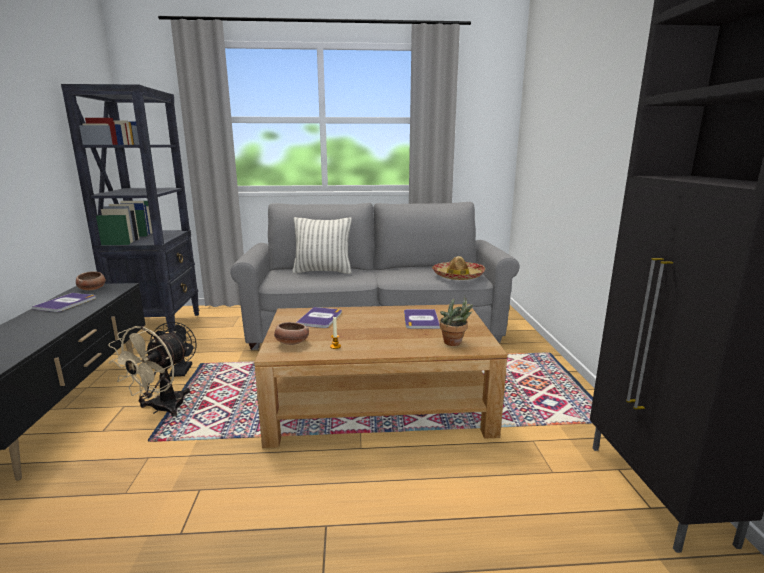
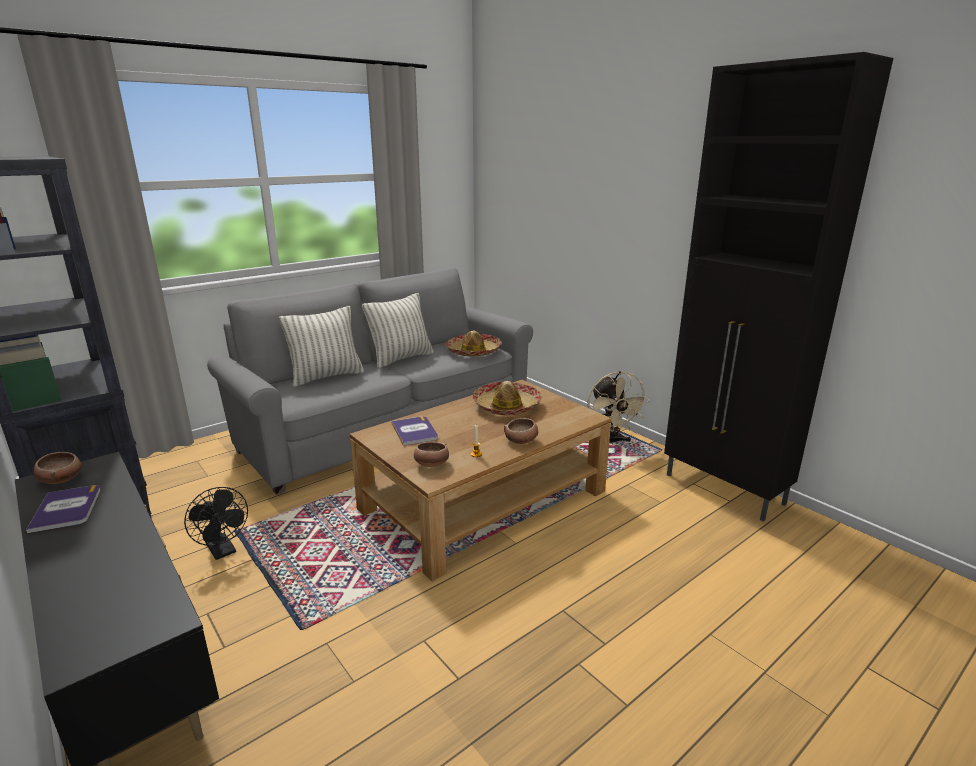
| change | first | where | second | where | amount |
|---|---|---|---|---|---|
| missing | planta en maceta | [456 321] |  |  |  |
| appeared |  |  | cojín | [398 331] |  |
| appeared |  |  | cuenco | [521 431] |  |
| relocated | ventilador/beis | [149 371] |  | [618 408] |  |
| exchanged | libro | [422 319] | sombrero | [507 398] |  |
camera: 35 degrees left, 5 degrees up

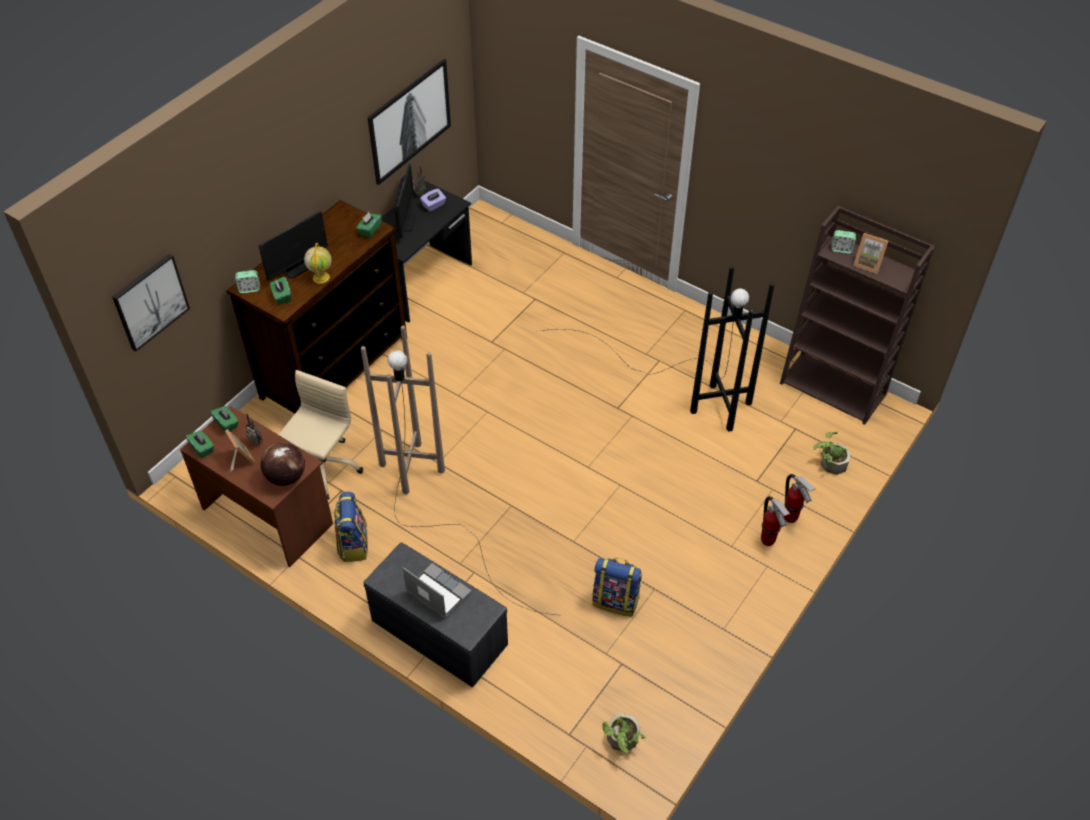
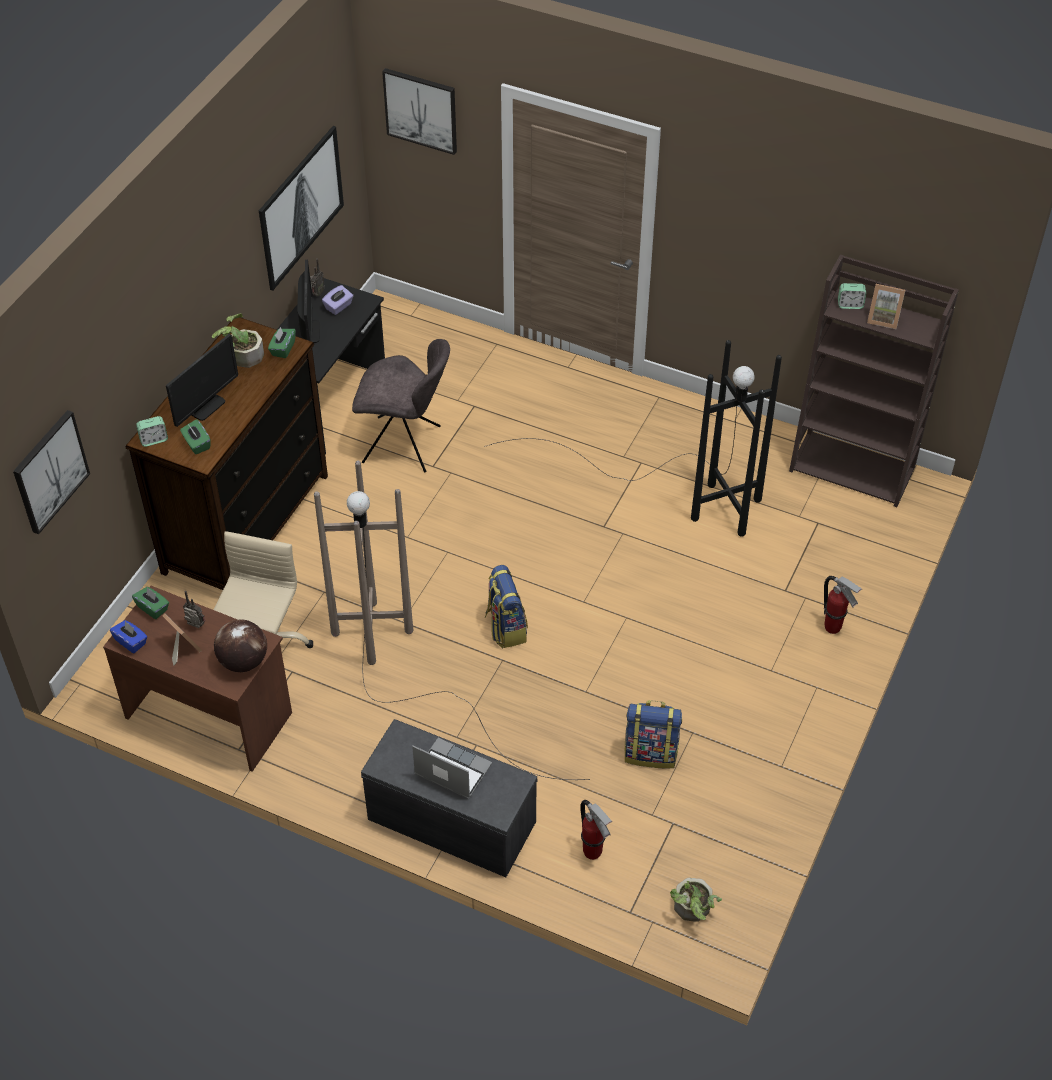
| change | first | where | second | where | amount |
|---|---|---|---|---|---|
| missing | globo terráqueo | [317 263] |  |  |  |
| appeared |  |  | silla/gris | [401 405] |  |
| appeared |  |  | cuadro | [419 111] |  |
| relocated | mochila | [351 527] |  | [506 606] |  |
| relocated | extintor | [775 521] |  | [596 830] |  |
| relocated | planta en maceta | [832 453] |  | [238 341] |  |
| colour | caja de pañuelos/verde | [200 444] | caja de pañuelos/azul | [128 636] |  |
camera: 10 degrees left, 0 degrees up

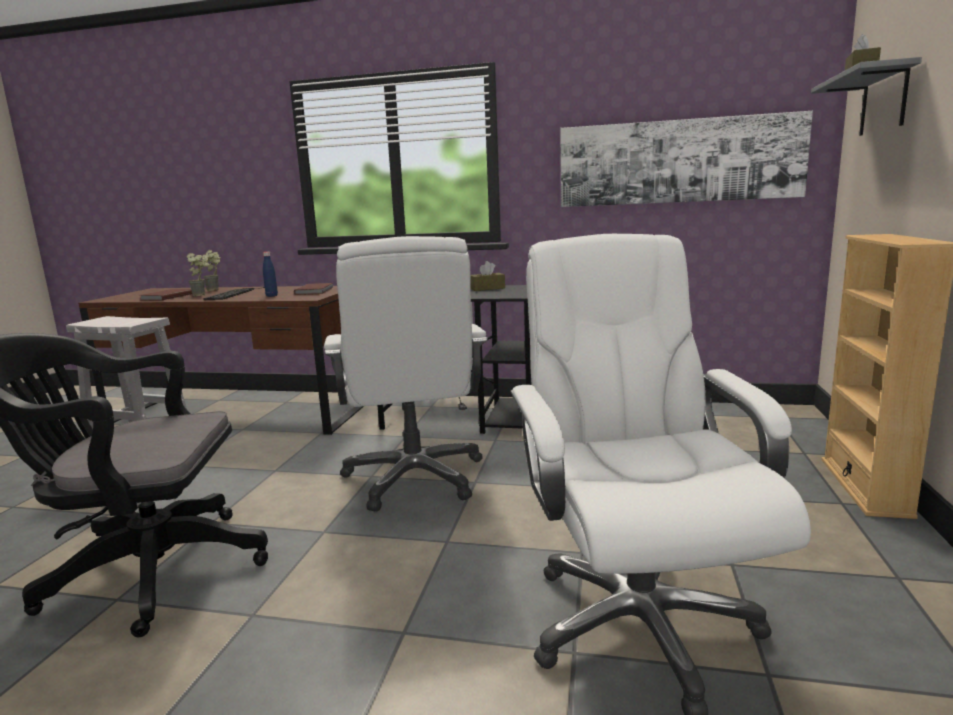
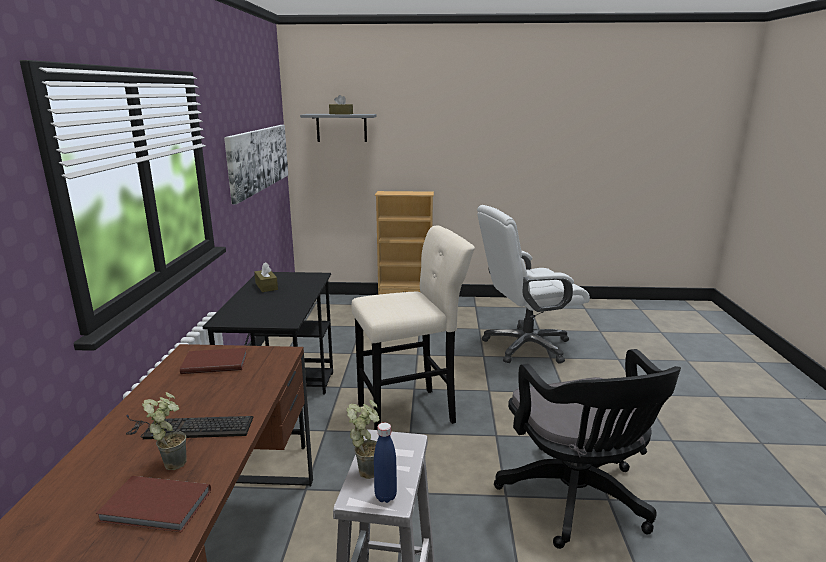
| change | first | where | second | where | amount |
|---|---|---|---|---|---|
| relocated | planta en maceta | [211 270] |  | [363 439] |  |
| relocated | botella/azul | [270 274] |  | [385 463] |  |
| exchanged | silla de oficina/blanco | [406 373] | taburete/beis | [413 328] |  |
camera: 100 degrees left, 5 degrees up

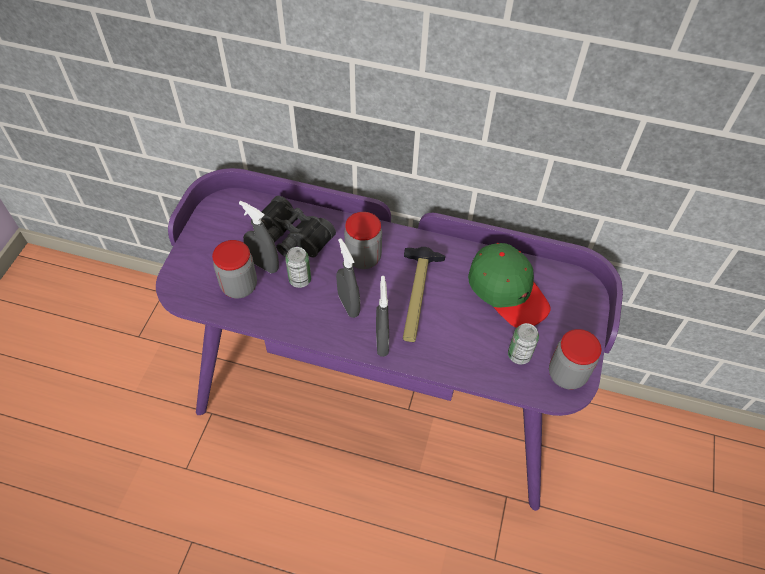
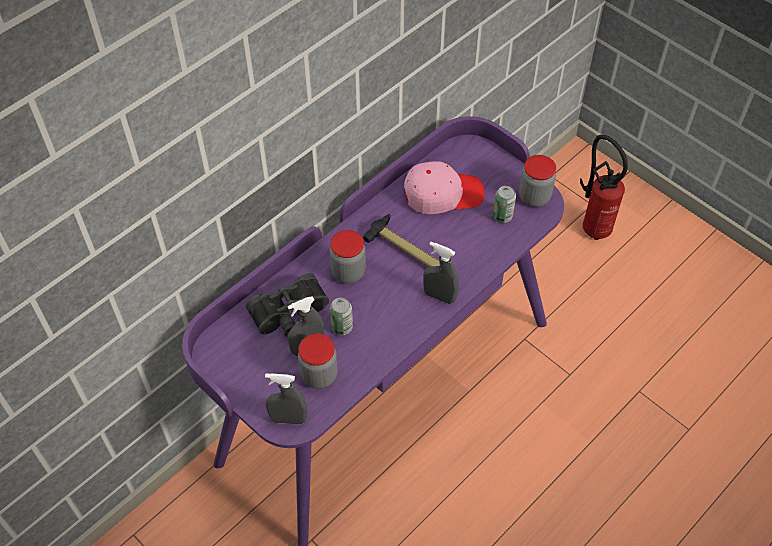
| change | first | where | second | where | amount |
|---|---|---|---|---|---|
| appeared |  |  | extintor | [604 187] |  |
| relocated | pulverizador/gris | [348 278] |  | [286 398] |  |
| colour | gorra/verde | [509 285] | gorra/rosa | [444 187] |  |
camera: 60 degrees left, 0 degrees up

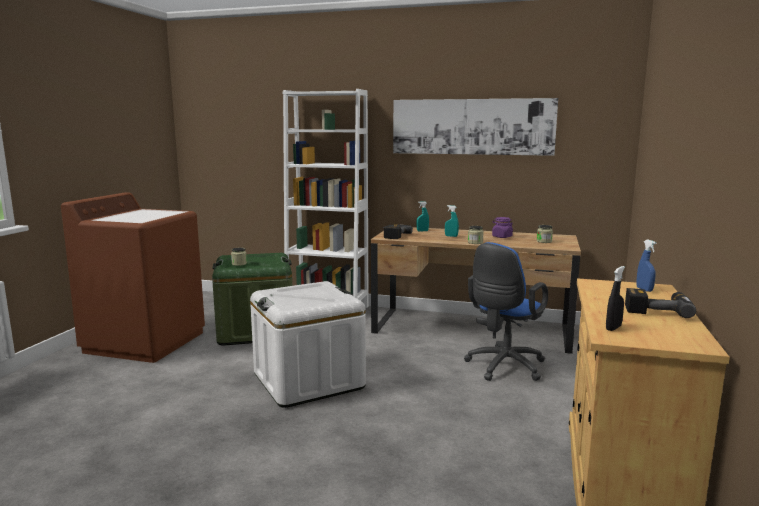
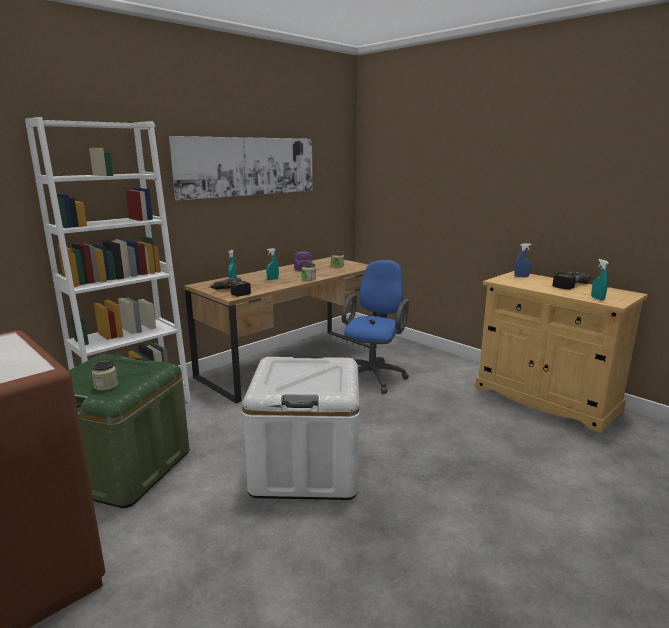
| change | first | where | second | where | amount |
|---|---|---|---|---|---|
| colour | pulverizador/negro | [615 298] | pulverizador/turquesa | [600 280] |  |
| spun | silla de oficina/azul | [506 311] |  | [375 327] | 135 degrees counterclockwise |
camera: 60 degrees left, 5 degrees up

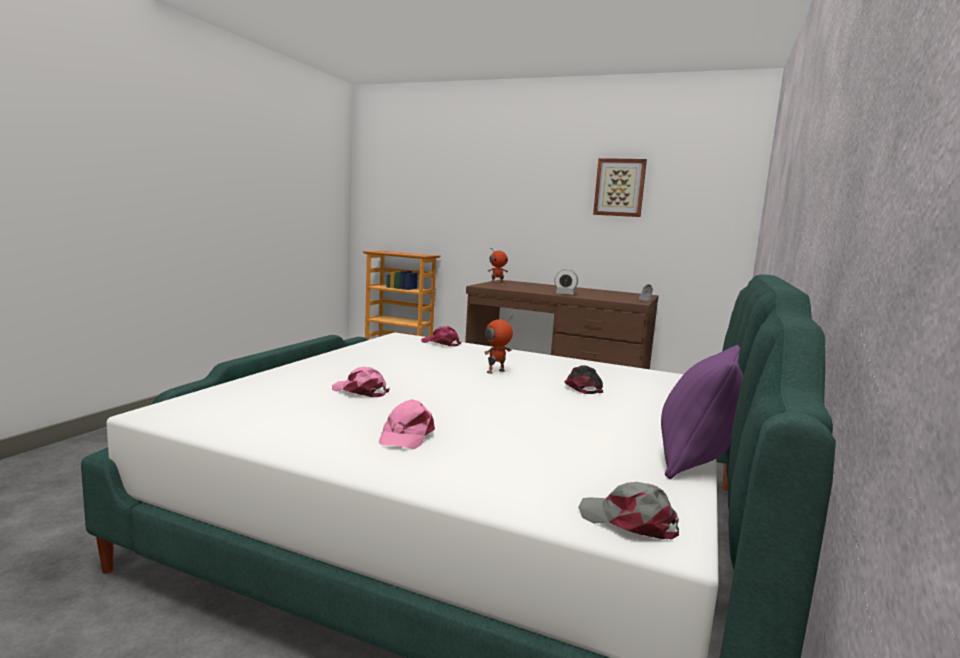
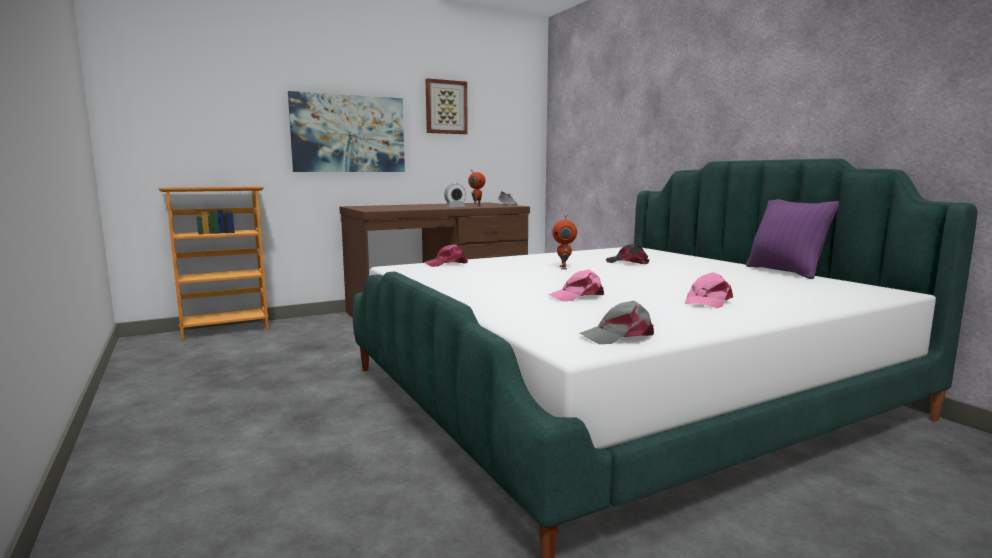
| change | first | where | second | where | amount |
|---|---|---|---|---|---|
| appeared |  |  | cuadro | [346 131] |  |
| relocated | robot de juguete | [497 266] |  | [476 188] |  |
| relocated | gorra/gris | [628 511] |  | [616 322] |  |
| spun | gorra/rosa | [407 424] |  | [709 290] | 75 degrees clockwise |
camera: 50 degrees left, 0 degrees up

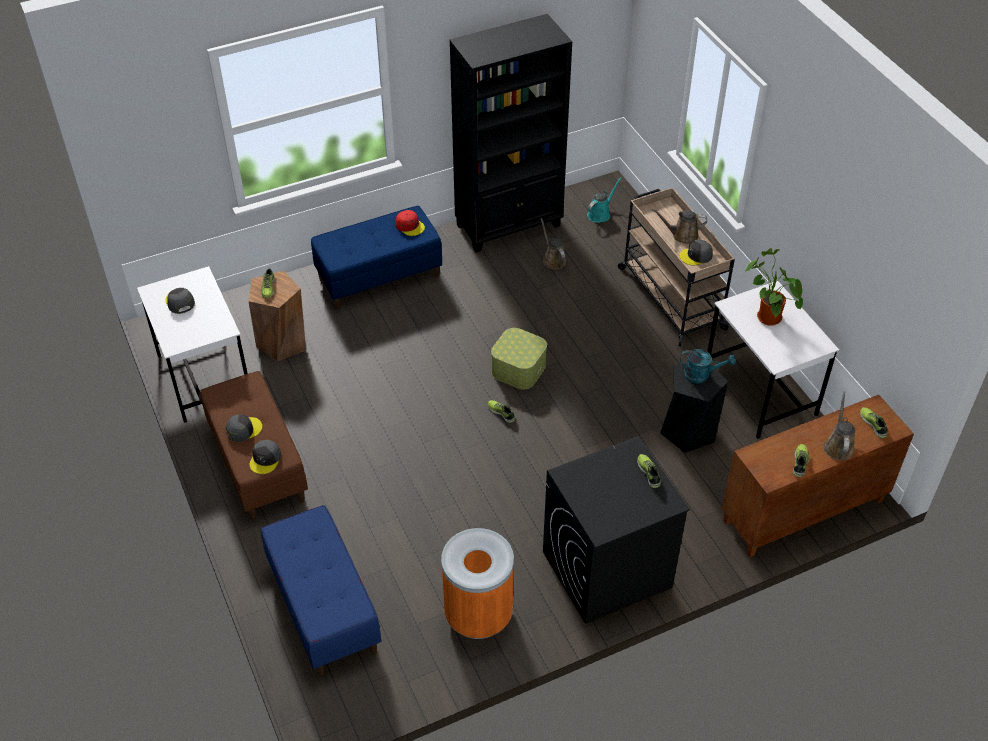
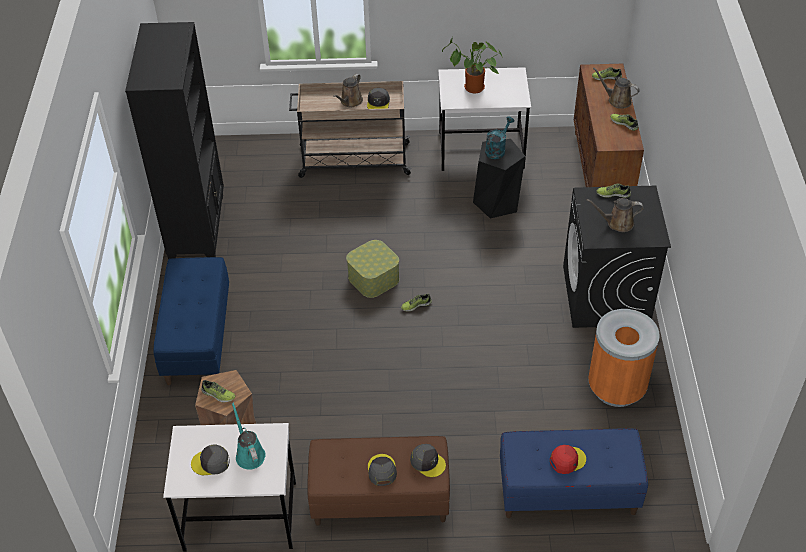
| change | first | where | second | where | amount |
|---|---|---|---|---|---|
| relocated | gorra/rojo | [410 223] |  | [568 459] |  |
| relocated | regadera/marrón | [553 243] |  | [615 215] |  |
| relocated | regadera/turquesa | [604 200] |  | [249 436] |  |
camera: 65 degrees left, 0 degrees up

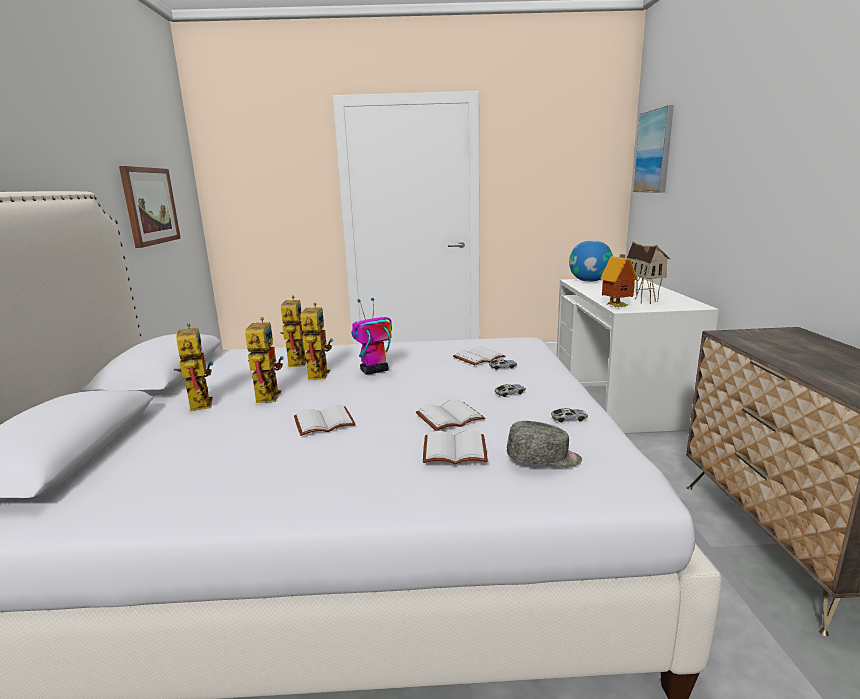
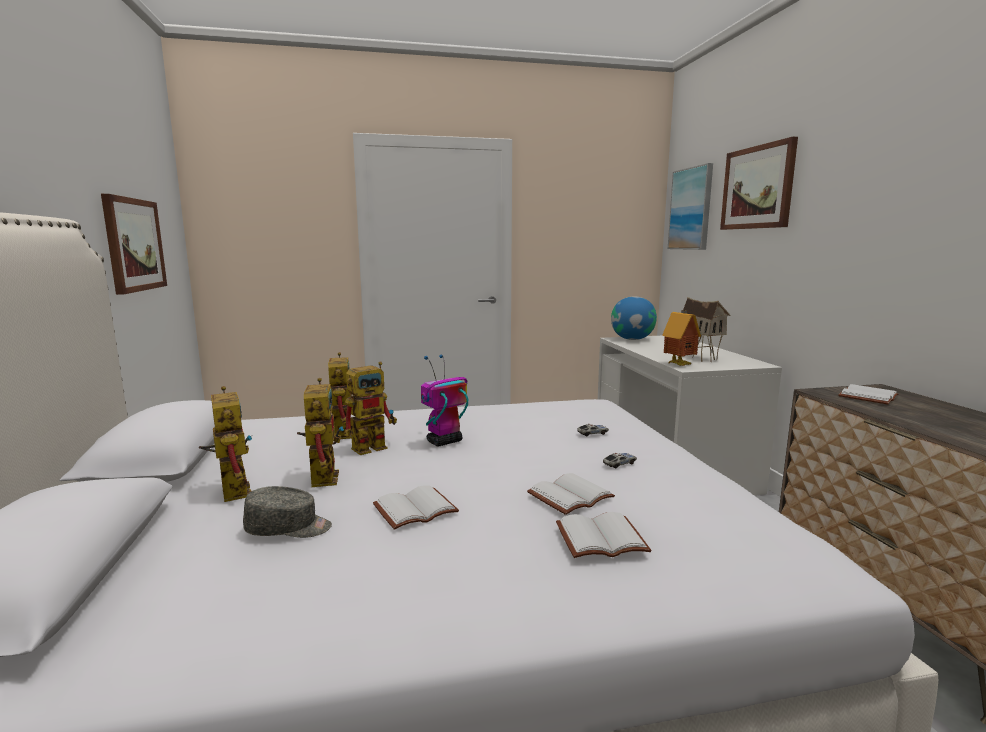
| change | first | where | second | where | amount |
|---|---|---|---|---|---|
| missing | coche de juguete | [569 415] |  |  |  |
| appeared |  |  | cuadro | [759 183] |  |
| relocated | libro/blanco | [479 355] |  | [868 394] |  |
| relocated | gorra/gris | [544 444] |  | [287 512] |  |
| spun | robot de juguete | [317 341] |  | [370 408] | 60 degrees clockwise |
camera: 10 degrees left, 5 degrees down

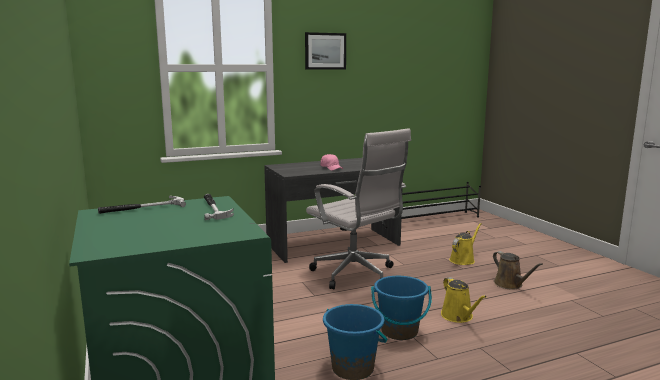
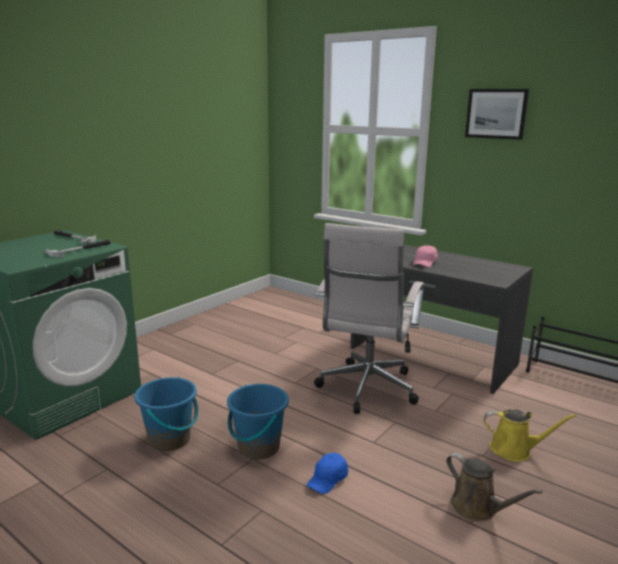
| change | first | where | second | where | amount |
|---|---|---|---|---|---|
| exchanged | regadera/amarillo | [464 300] | gorra/azul | [327 473] |  |
| spun | regadera/marrón | [518 270] |  | [494 487] | 75 degrees counterclockwise |
camera: 60 degrees right, 5 degrees up

